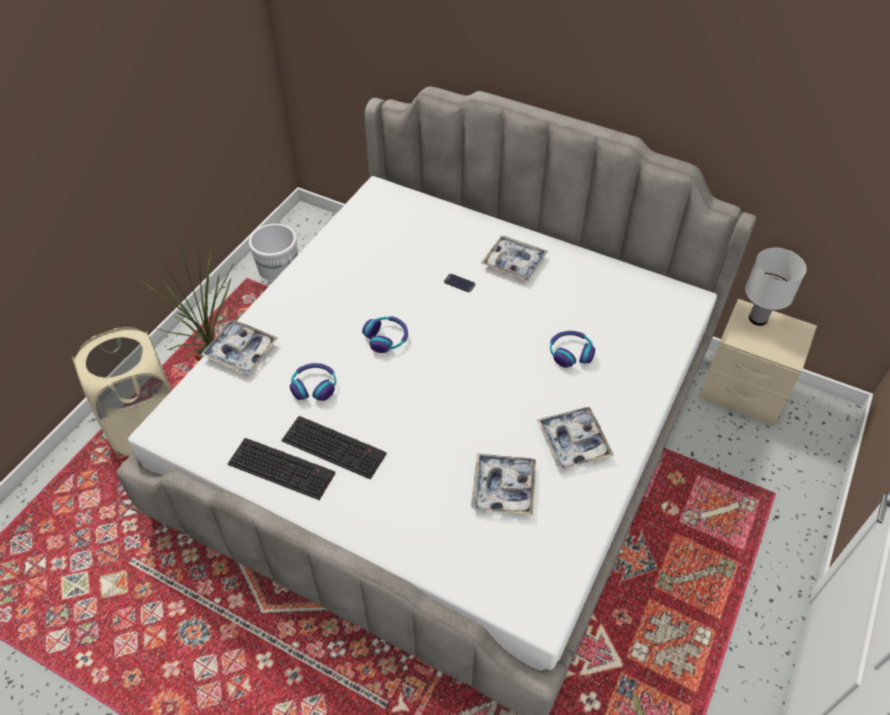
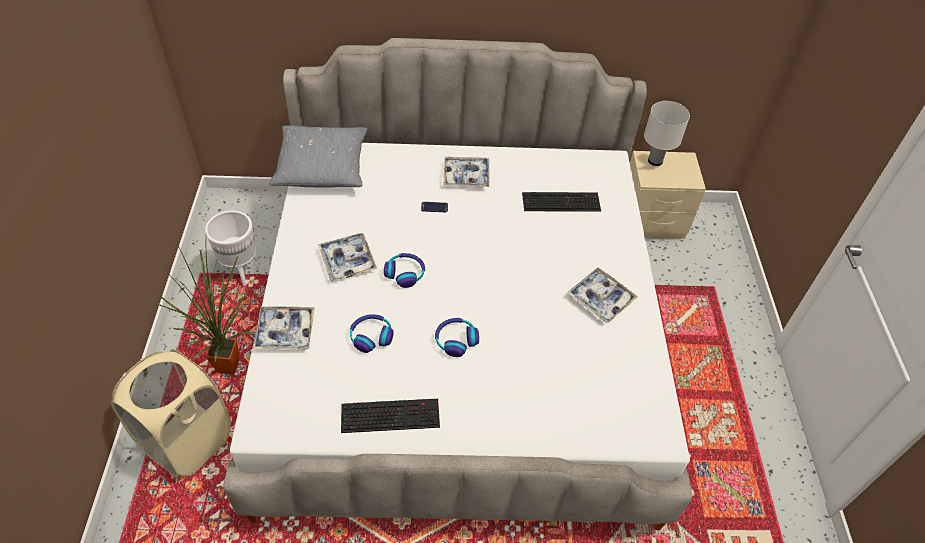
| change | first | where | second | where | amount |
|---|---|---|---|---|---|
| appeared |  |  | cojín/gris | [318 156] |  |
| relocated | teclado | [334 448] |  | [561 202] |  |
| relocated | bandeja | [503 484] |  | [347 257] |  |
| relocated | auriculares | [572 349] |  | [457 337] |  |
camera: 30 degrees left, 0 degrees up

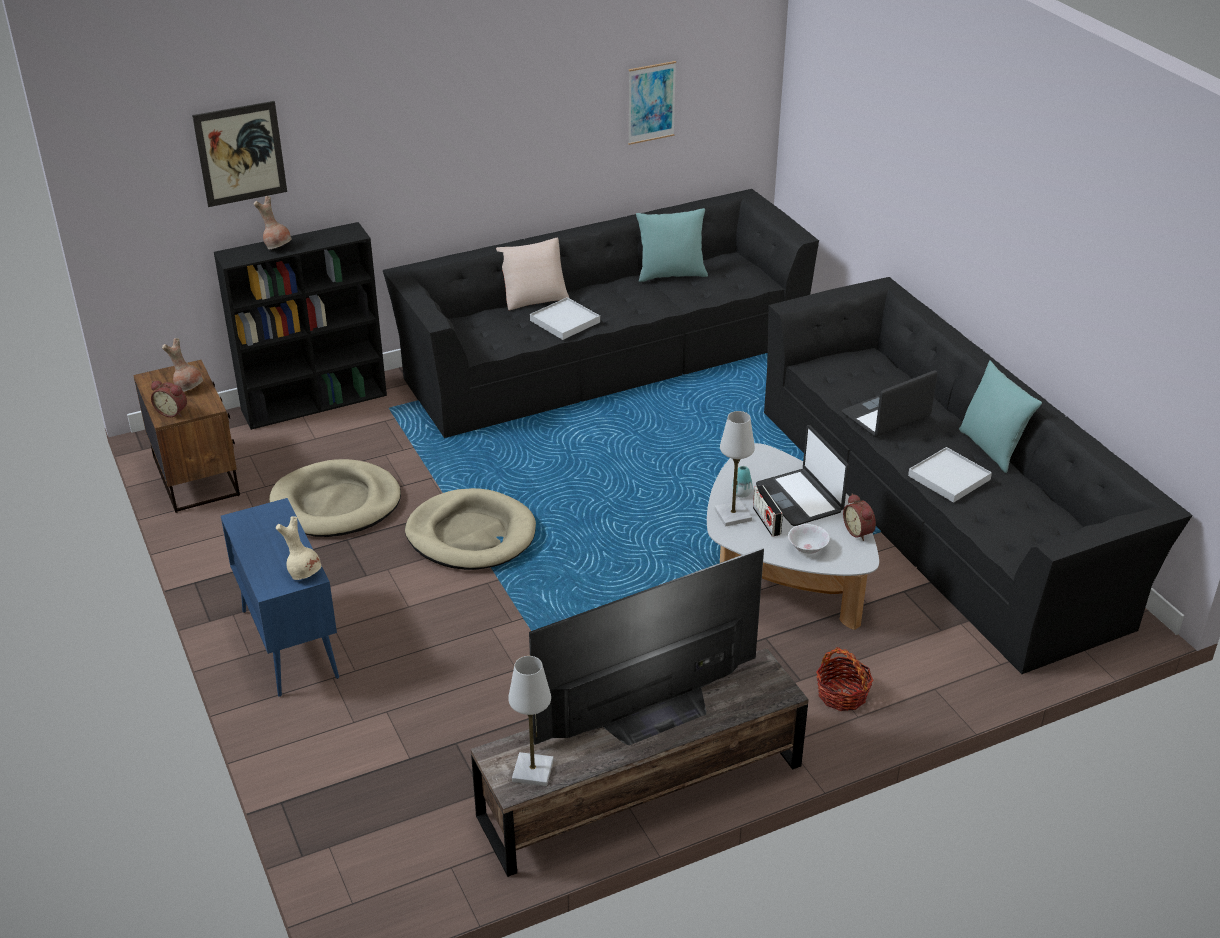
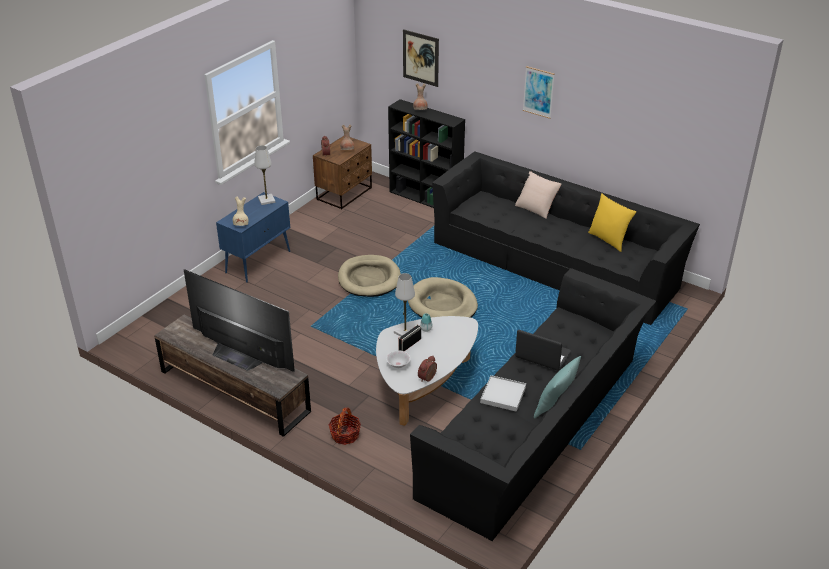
| change | first | where | second | where | amount |
|---|---|---|---|---|---|
| missing | bandeja/blanco | [565 318] |  |  |  |
| missing | portátil | [802 475] |  |  |  |
| relocated | cama para perro/beis | [335 498] |  | [443 297] |  |
| relocated | lámpara de mesa/blanco | [531 721] |  | [264 175] |  |
| relocated | cuadro | [652 103] |  | [539 92] |  |
| colour | cojín/turquesa | [672 245] | cojín/amarillo | [612 222] |  |
camera: 60 degrees right, 0 degrees up

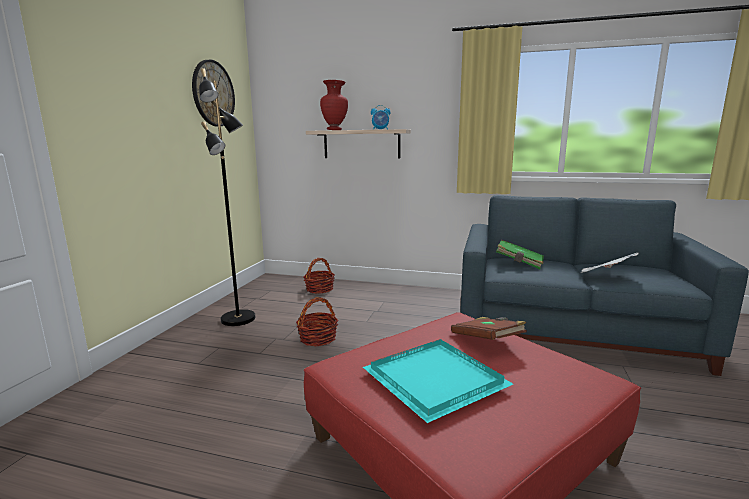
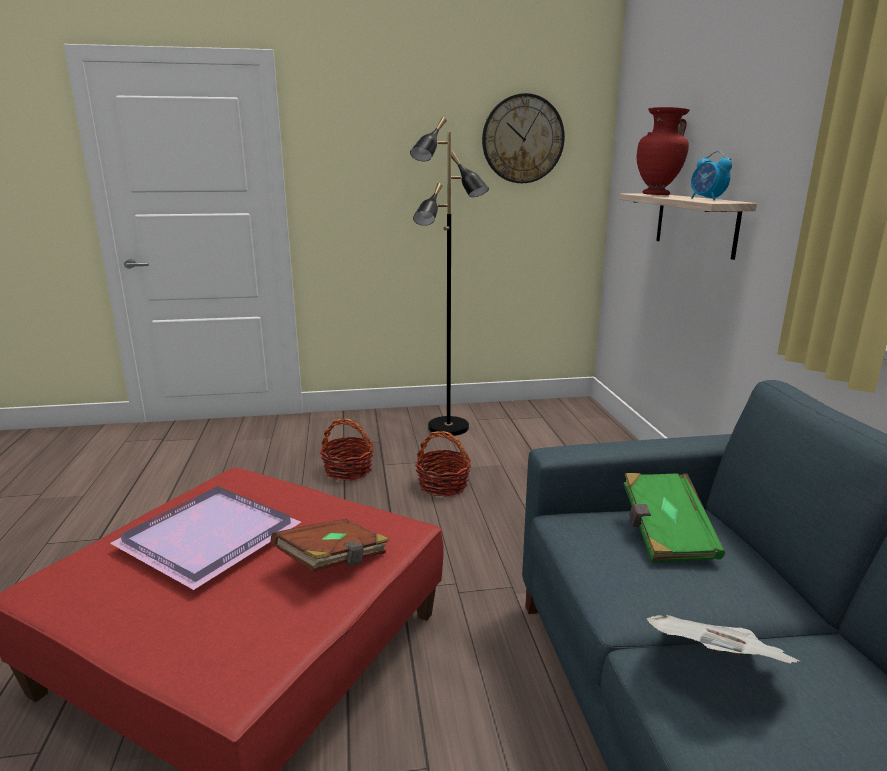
| change | first | where | second | where | amount |
|---|---|---|---|---|---|
| relocated | cesta | [319 276] |  | [347 449] |  |
| colour | bandeja/turquesa | [438 381] | bandeja/morado | [205 538] |  |
camera: 65 degrees right, 5 degrees up

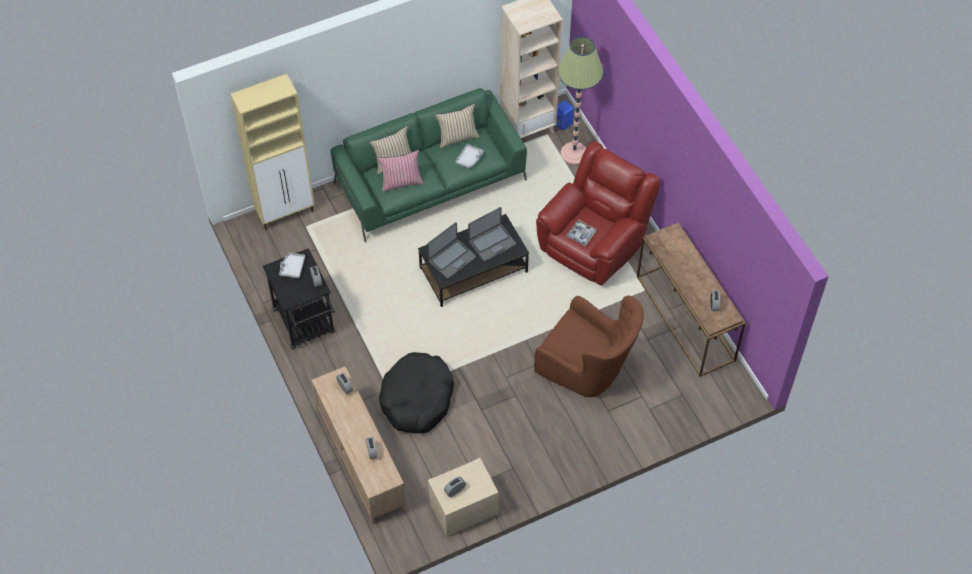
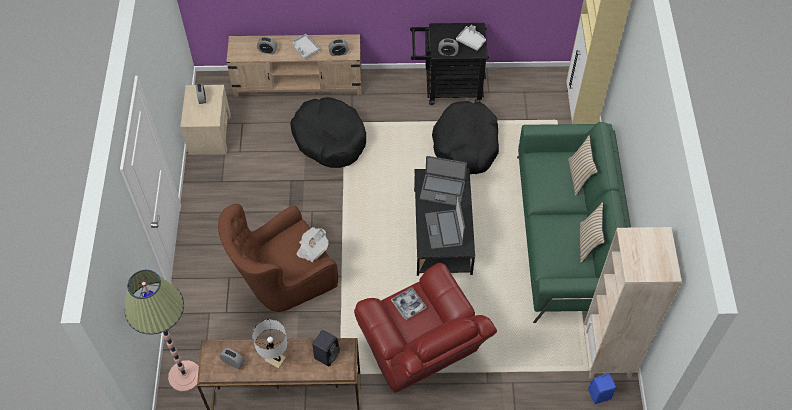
| change | first | where | second | where | amount |
|---|---|---|---|---|---|
| missing | cojín/rosa | [401 171] |  |  |  |
| appeared |  |  | lámpara de mesa/blanco | [270 344] |  |
| appeared |  |  | periódico | [312 244] |  |
| appeared |  |  | altavoz/negro | [326 348] |  |
| appeared |  |  | cama para perro/negro | [465 137] |  |
| relocated | bandeja/gris | [469 156] |  | [306 46] |  |
| relocated | lámpara de pie | [580 100] |  | [162 331] |  |
| spun | portátil | [451 250] |  | [443 181] | 60 degrees counterclockwise |
camera: 115 degrees right, 0 degrees up

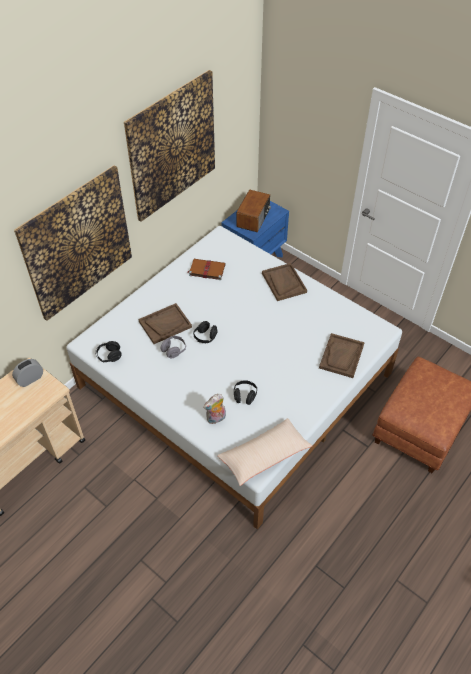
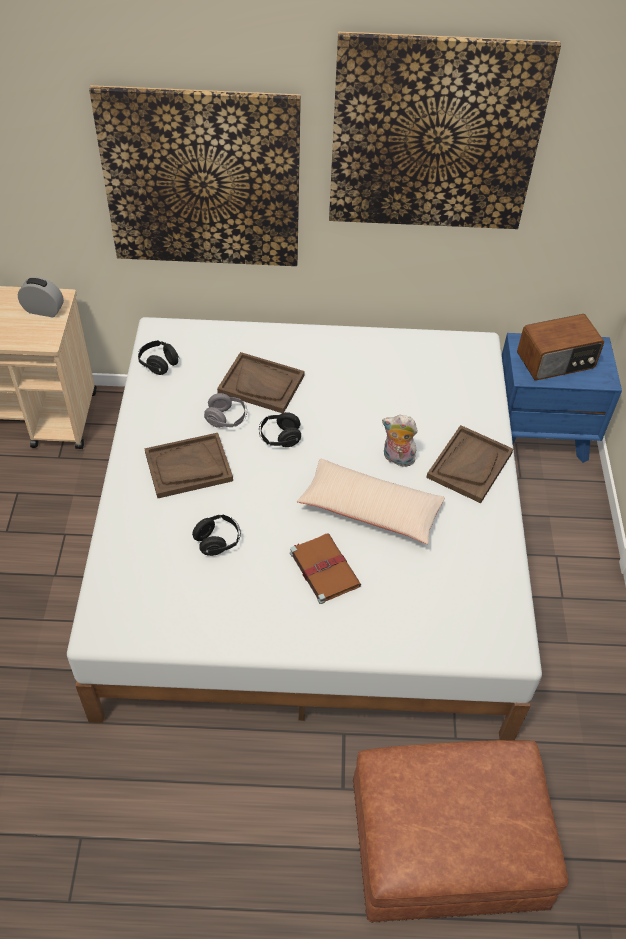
| change | first | where | second | where | amount |
|---|---|---|---|---|---|
| relocated | libro/marrón | [206 269] |  | [325 568] |  |
| relocated | peluche | [214 409] |  | [400 441] |  |
| relocated | cojín/beis | [264 452] |  | [371 501] |  |
| relocated | bandeja/marrón | [342 355] |  | [188 465] |  |
camera: 50 degrees right, 0 degrees up

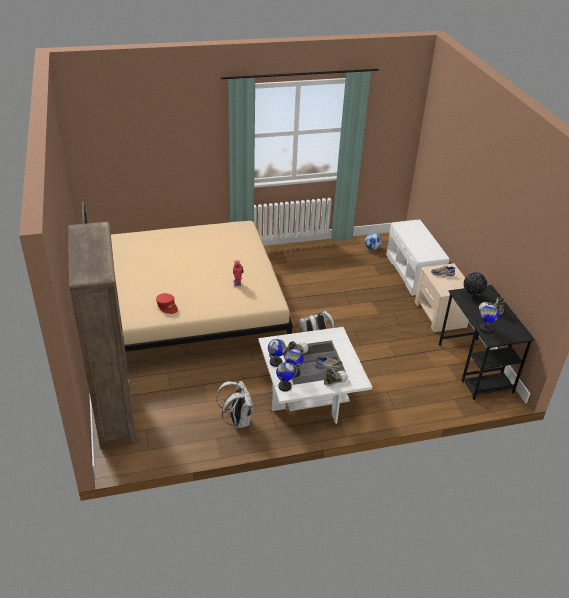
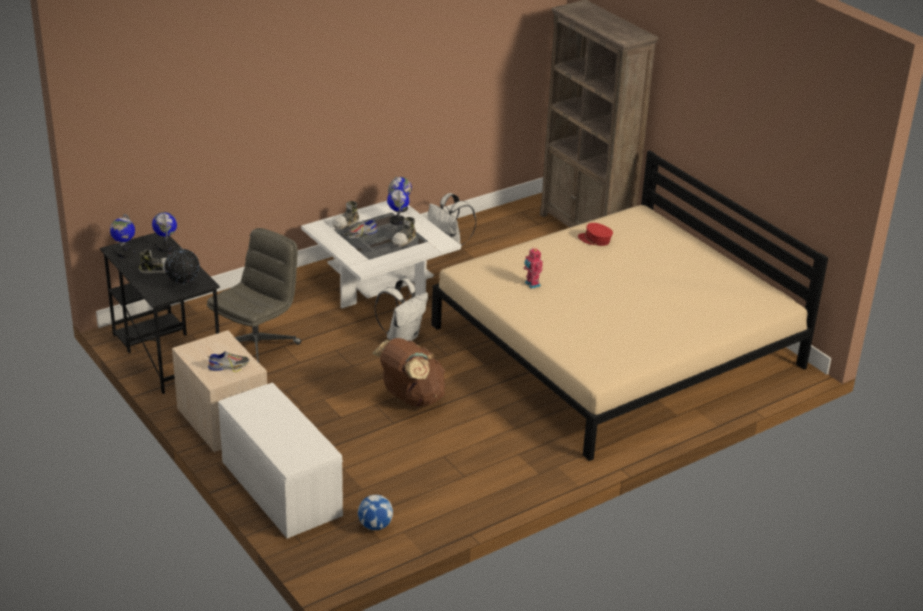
| change | first | where | second | where | amount |
|---|---|---|---|---|---|
| appeared |  |  | silla de oficina/gris | [254 296] |  |
| appeared |  |  | mochila/marrón | [408 372] |  |
| relocated | globo terráqueo | [277 353] |  | [122 236] |  |
camera: 160 degrees right, 5 degrees down

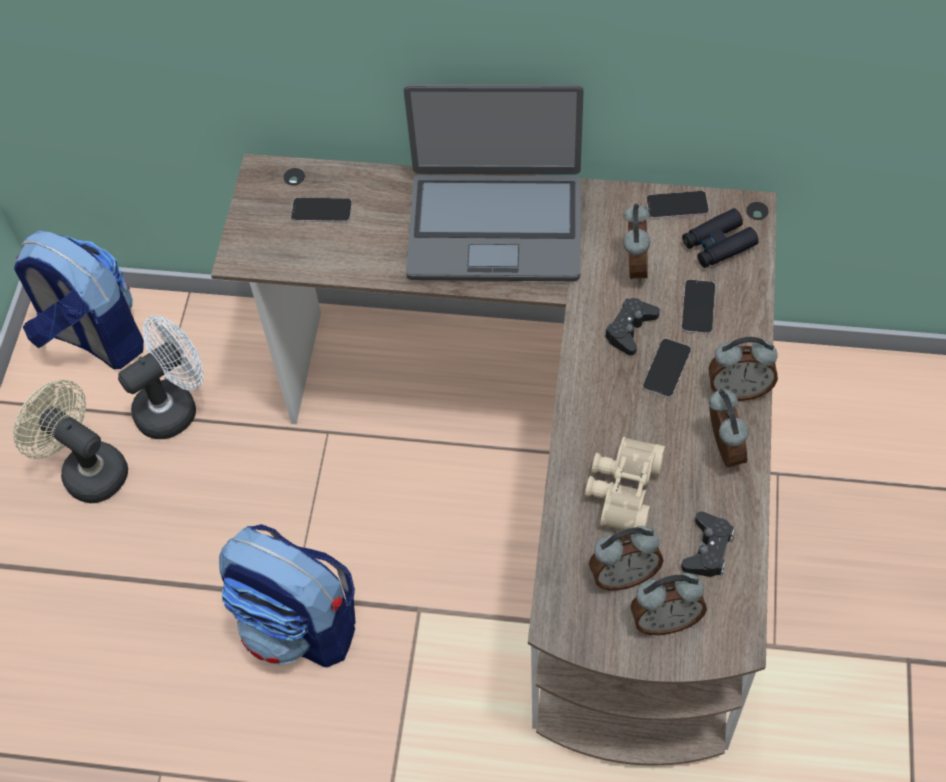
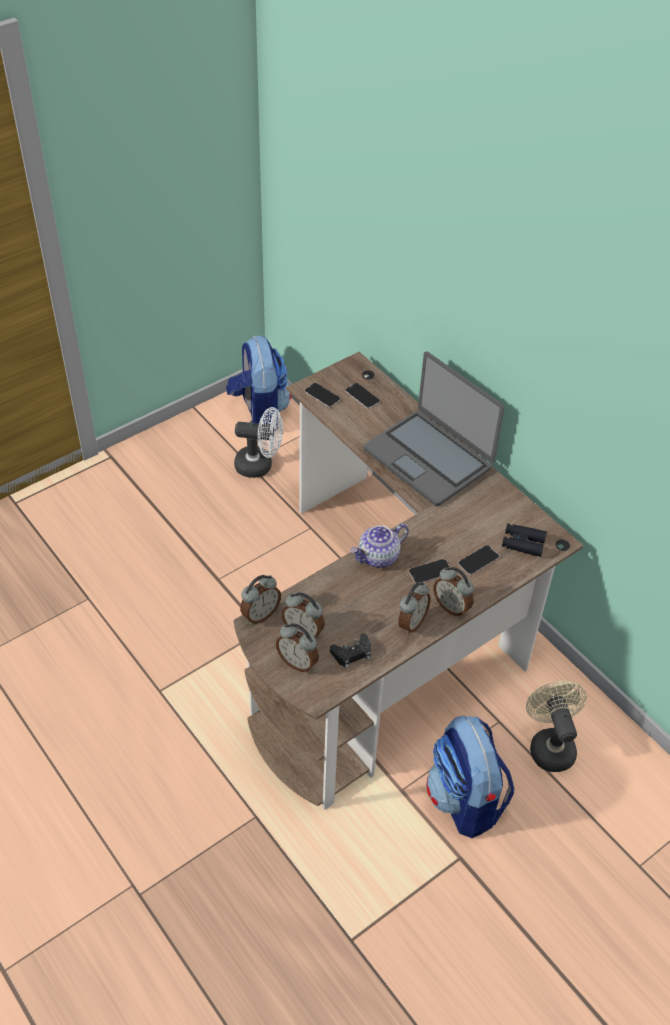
| change | first | where | second | where | amount |
|---|---|---|---|---|---|
| missing | prismáticos/beis | [625 483] |  |  |  |
| missing | mando de consola/negro | [632 327] |  |  |  |
| appeared |  |  | tetera | [379 545] |  |
| relocated | ventilador/beis | [70 441] |  | [556 726] |  |
| relocated | mochila | [287 596] |  | [470 776] |  |
| relocated | despertador | [636 243] |  | [260 599] |  |
| relocated | móvil | [677 205] |  | [323 395] |  |
camera: 40 degrees right, 10 degrees down

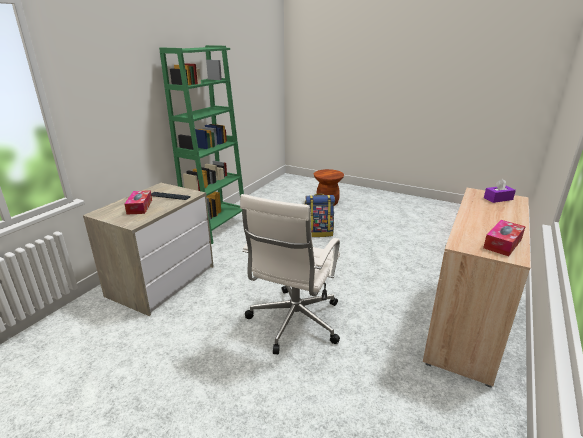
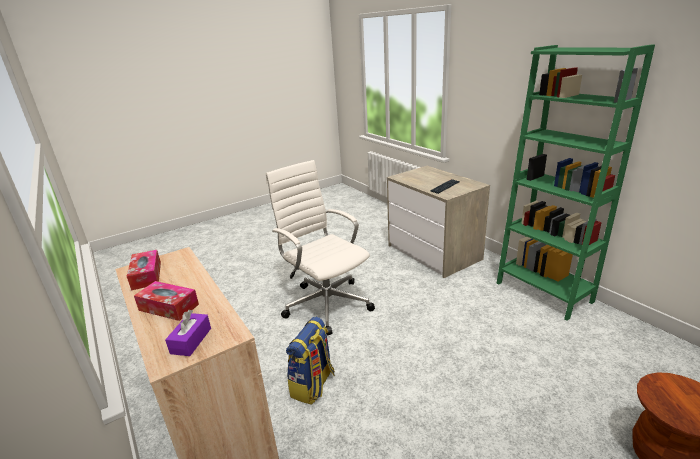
| change | first | where | second | where | amount |
|---|---|---|---|---|---|
| relocated | caja de pañuelos | [138 202] |  | [166 301] |  |
| relocated | mochila | [320 215] |  | [310 360] |  |
camera: 120 degrees right, 0 degrees up

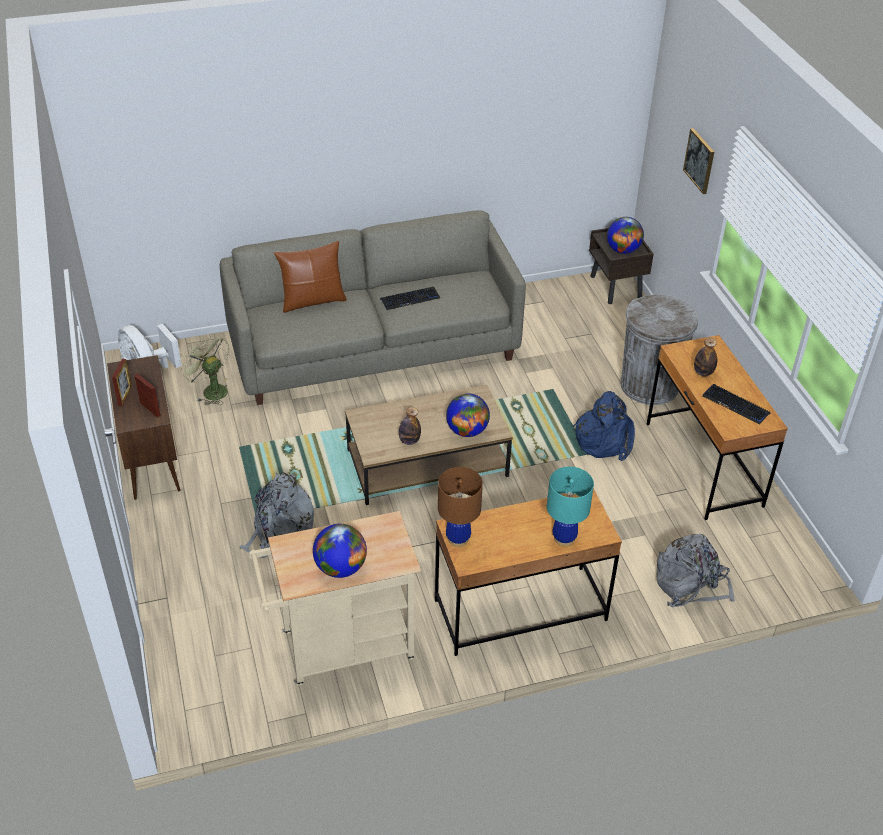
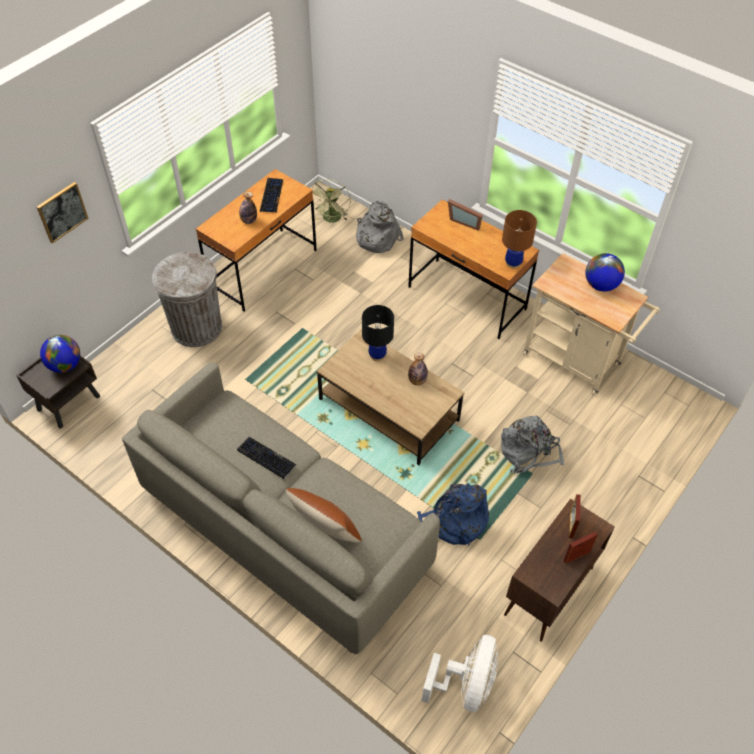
| change | first | where | second | where | amount |
|---|---|---|---|---|---|
| relocated | ventilador/verde | [204 369] |  | [331 201] |  |
| relocated | mochila/azul | [604 426] |  | [453 514] |  |
| exchanged | globo terráqueo | [468 415] | lámpara de mesa/negro | [378 333] |  |
| exchanged | lámpara de mesa/turquesa | [570 506] | portarretratos | [465 215] |  |
camera: 125 degrees left, 10 degrees up

